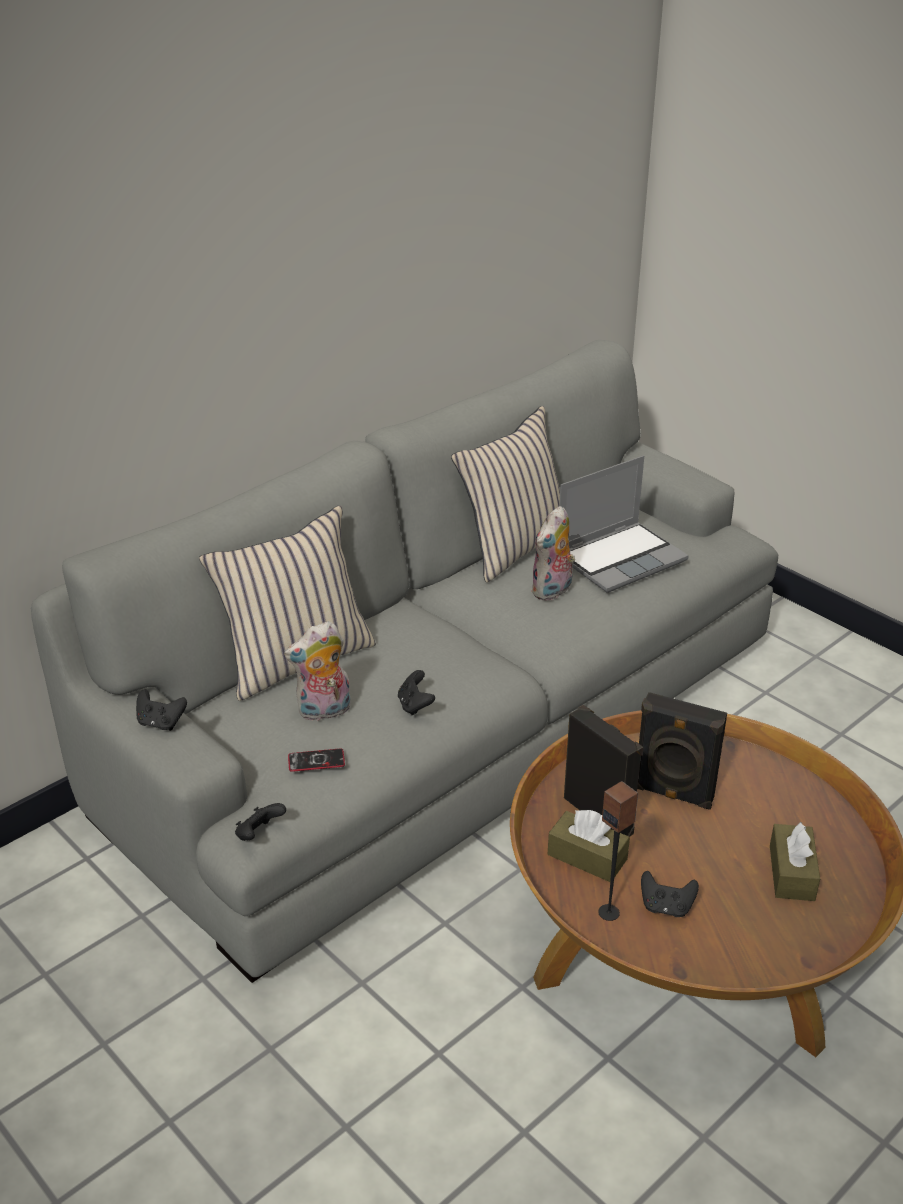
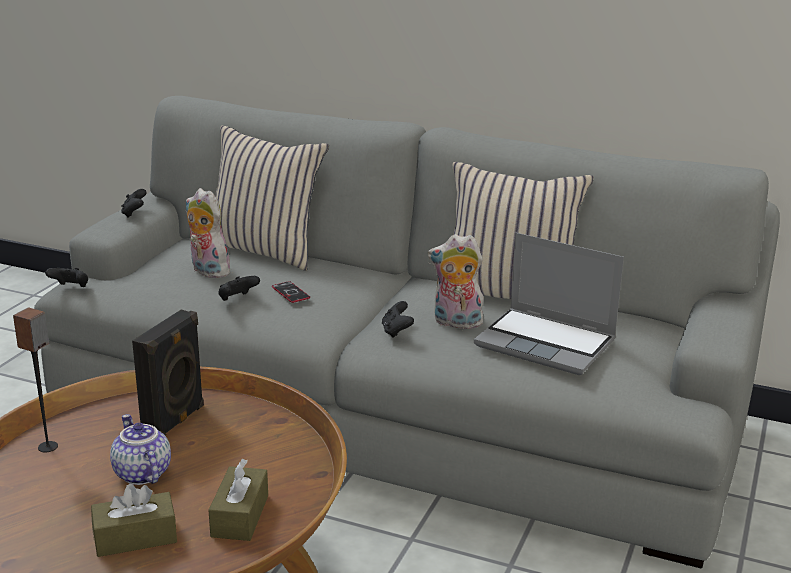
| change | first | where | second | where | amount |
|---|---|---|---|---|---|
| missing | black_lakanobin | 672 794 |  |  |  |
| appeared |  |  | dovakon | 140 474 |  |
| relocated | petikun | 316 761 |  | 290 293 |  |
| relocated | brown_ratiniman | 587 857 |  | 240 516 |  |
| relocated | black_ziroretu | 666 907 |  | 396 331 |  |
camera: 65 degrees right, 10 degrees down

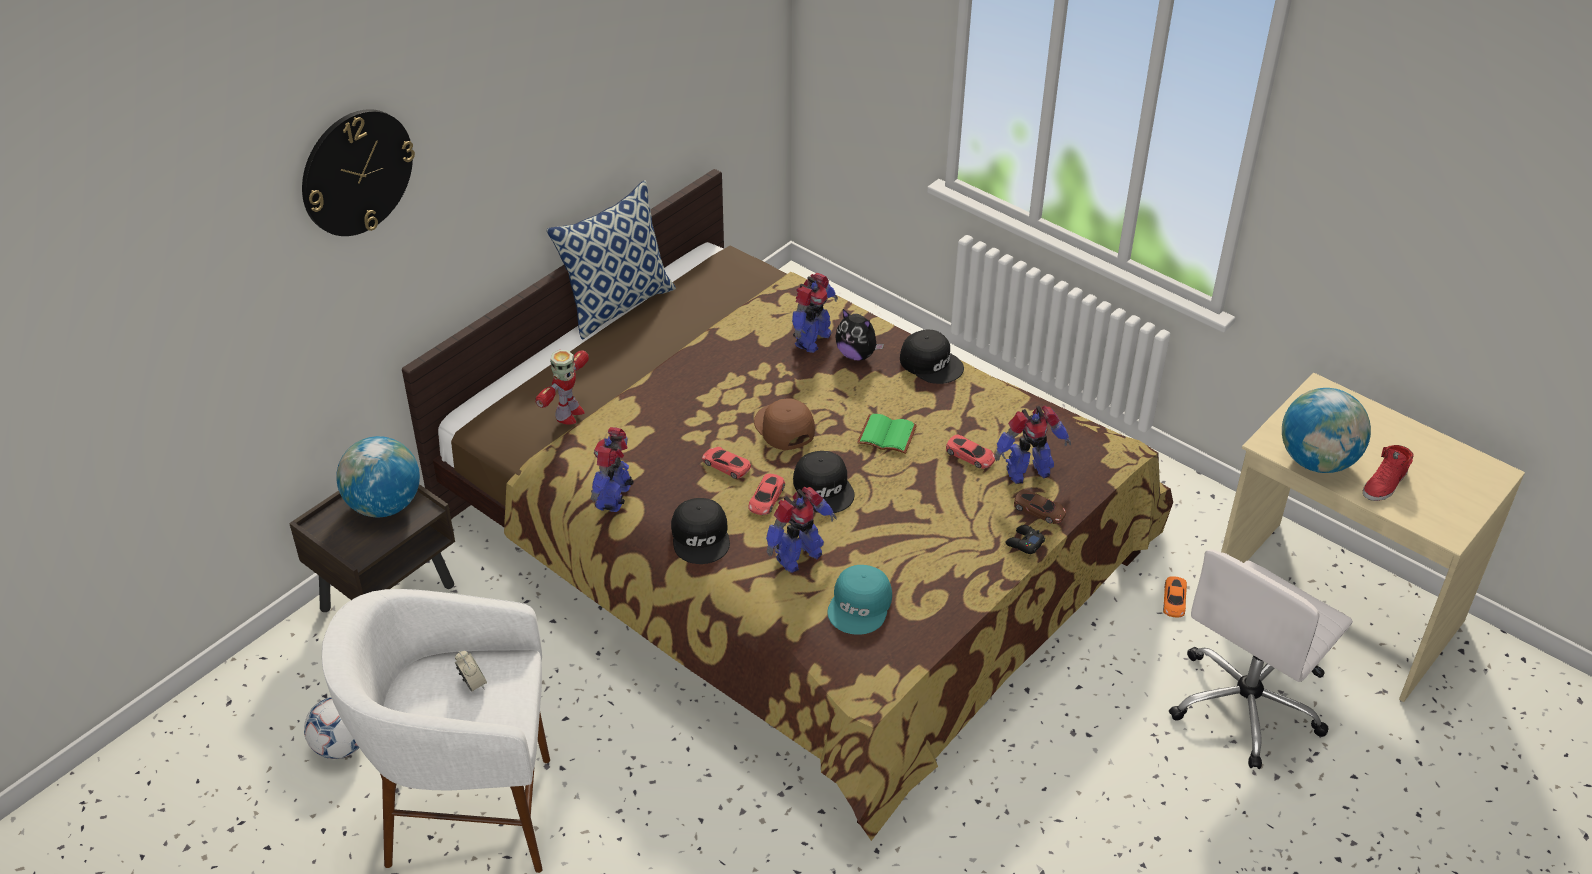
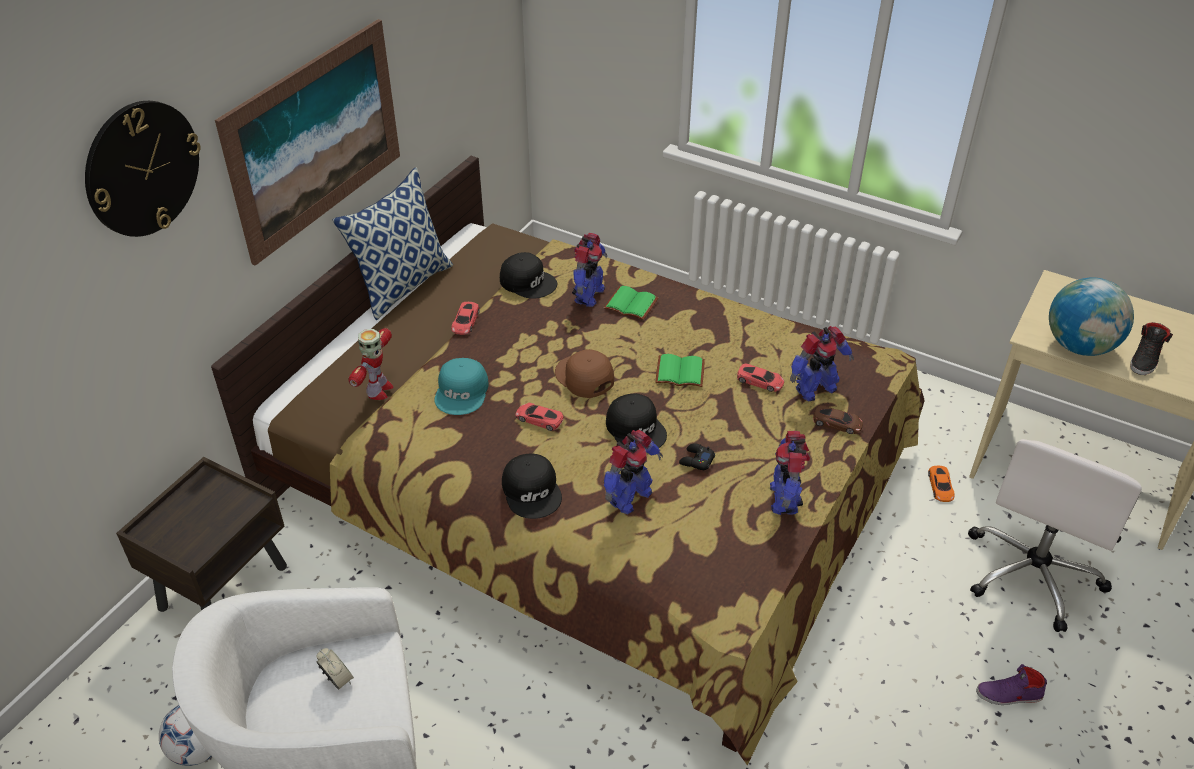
| change | first | where | second | where | amount |
|---|---|---|---|---|---|
| missing | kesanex | 384 505 |  |  |  |
| appeared |  |  | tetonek | 315 139 |  |
| appeared |  |  | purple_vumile | 1009 695 |  |
| relocated | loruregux | 615 496 |  | 785 498 |  |
| relocated | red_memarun | 766 498 |  | 465 321 |  |
| relocated | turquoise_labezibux | 861 605 |  | 462 392 |  |
| relocated | black_labezibux | 931 363 |  | 528 281 |  |
| relocated | black_ziroretu | 1024 543 |  | 696 460 |  |
| exchanged | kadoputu | 857 354 | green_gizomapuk | 632 303 |  |
| colour | red_vumile | 1385 484 | black_vumile | 1145 358 |  |
camera: 10 degrees left, 0 degrees up

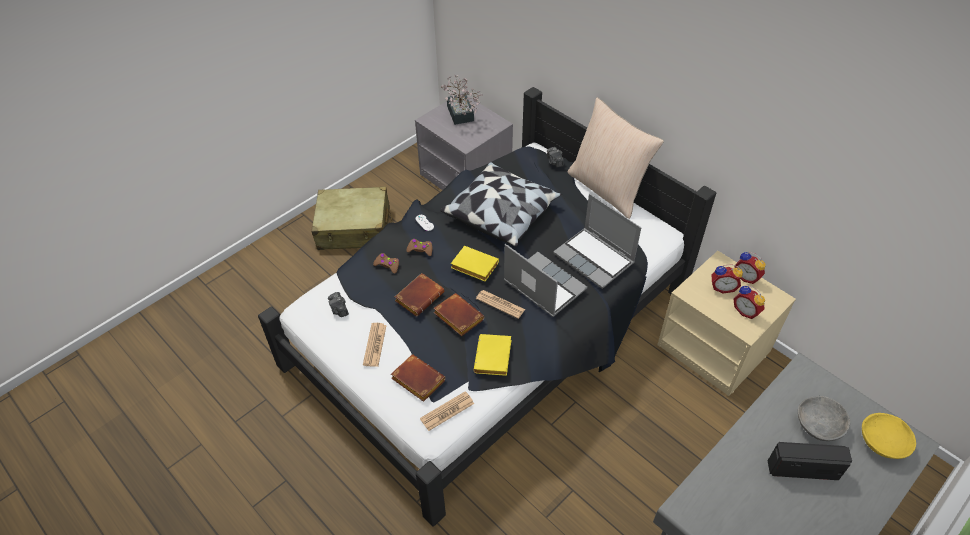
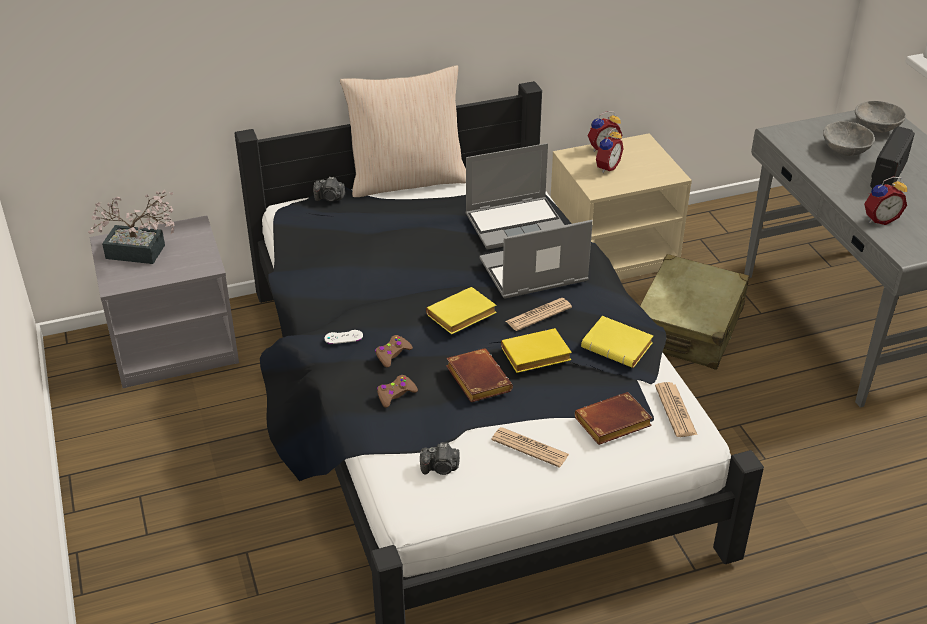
| change | first | where | second | where | amount |
|---|---|---|---|---|---|
| missing | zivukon | 501 214 |  |  |  |
| relocated | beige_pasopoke | 354 228 |  | 688 327 |  |
| relocated | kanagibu | 746 311 |  | 879 219 |  |
| colour | brown_gizomapuk | 457 317 | yellow_gizomapuk | 534 357 |  |
| colour | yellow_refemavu | 882 444 | grey_refemavu | 877 128 |  |
camera: 65 degrees left, 10 degrees down

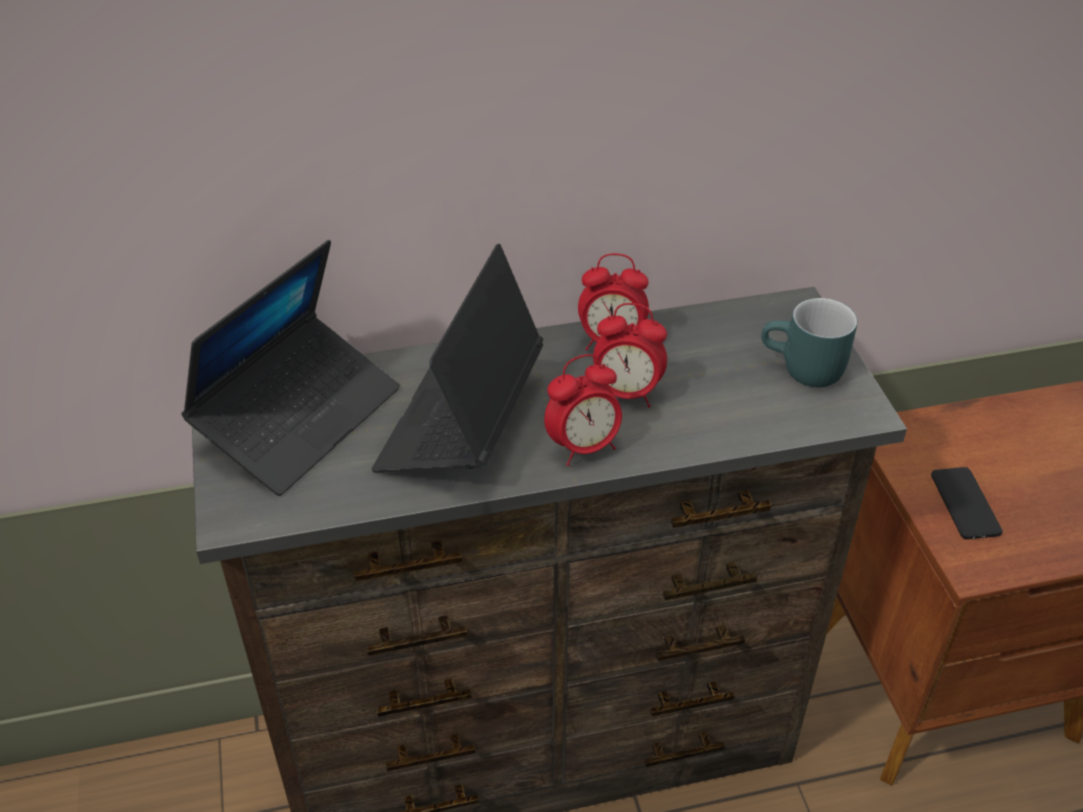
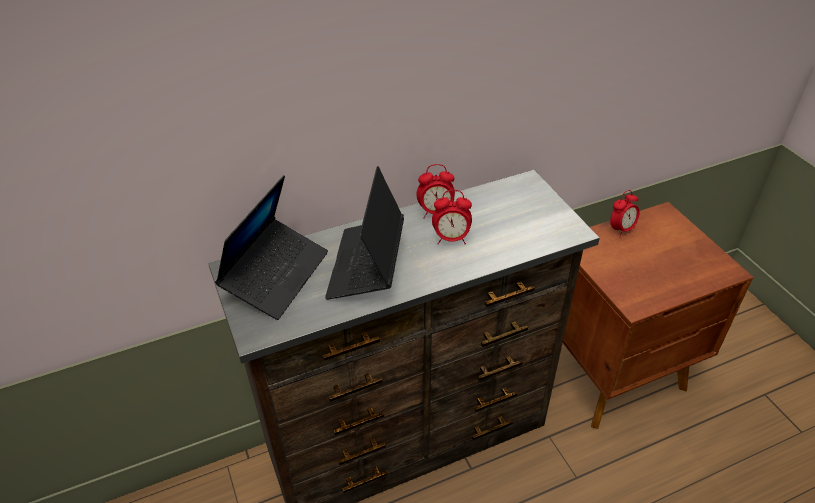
| change | first | where | second | where | amount |
|---|---|---|---|---|---|
| missing | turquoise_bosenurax | 802 371 |  |  |  |
| missing | petikun | 965 503 |  |  |  |
| relocated | kanagibu | 583 447 |  | 621 229 |  |
camera: 10 degrees left, 0 degrees up

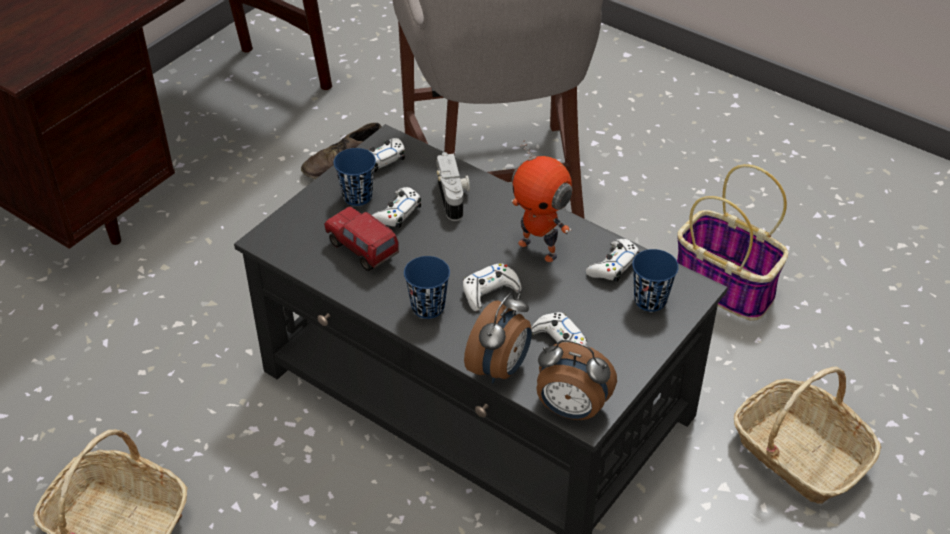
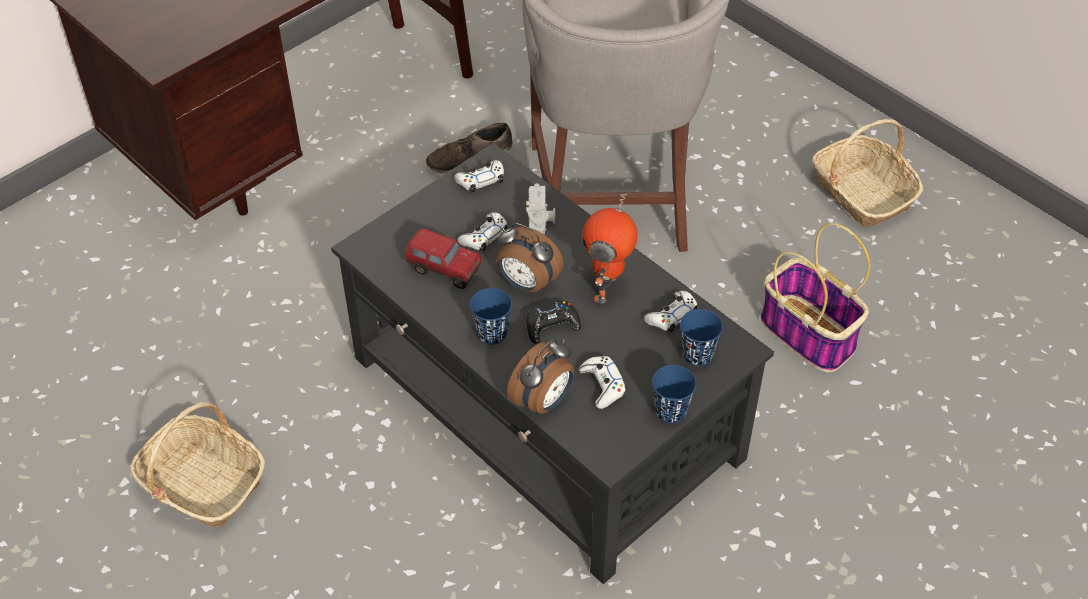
| change | first | where | second | where | amount |
|---|---|---|---|---|---|
| relocated | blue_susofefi | 357 196 |  | 670 411 |  |
| relocated | kanagibu | 571 410 |  | 527 284 |  |
| relocated | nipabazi | 799 454 |  | 861 192 |  |
| colour | white_ziroretu | 490 292 | black_ziroretu | 551 326 |  |
| spun | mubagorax | 362 251 |  | 444 270 | 150 degrees clockwise |
| spun | loruregux | 539 248 |  | 607 289 | 60 degrees clockwise |
camera: 10 degrees right, 5 degrees up

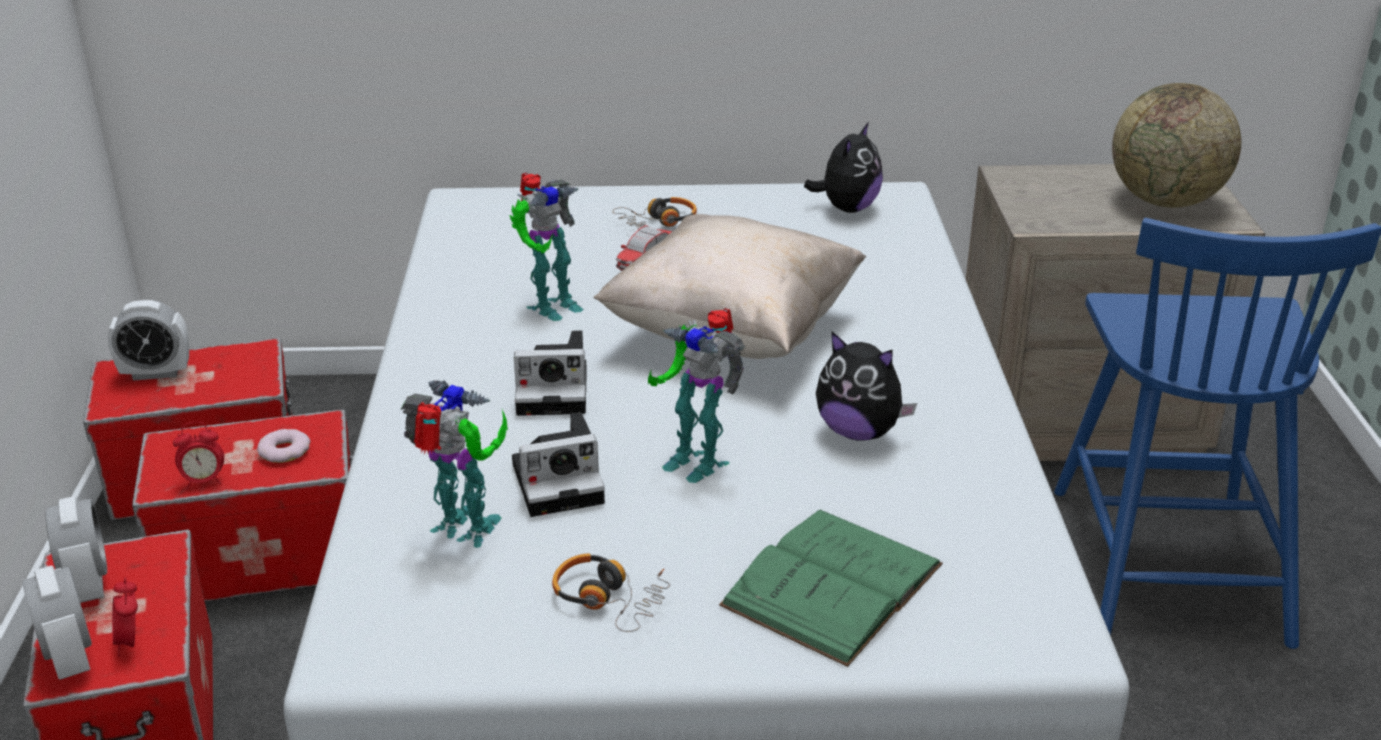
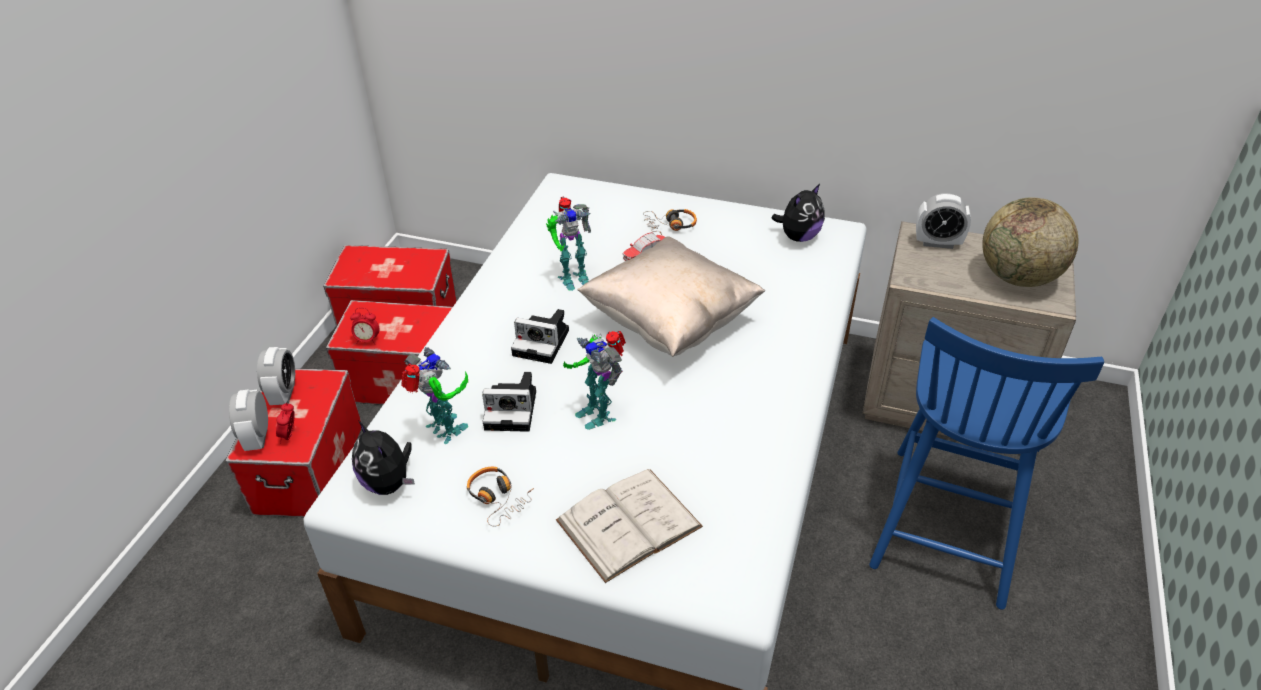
| change | first | where | second | where | amount |
|---|---|---|---|---|---|
| missing | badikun | 284 451 |  |  |  |
| relocated | kanagibu | 156 373 |  | 937 243 |  |
| relocated | kadoputu | 859 432 |  | 389 483 |  |
| colour | green_gizomapuk | 832 584 | white_gizomapuk | 629 523 |  |
camera: 20 degrees right, 10 degrees up

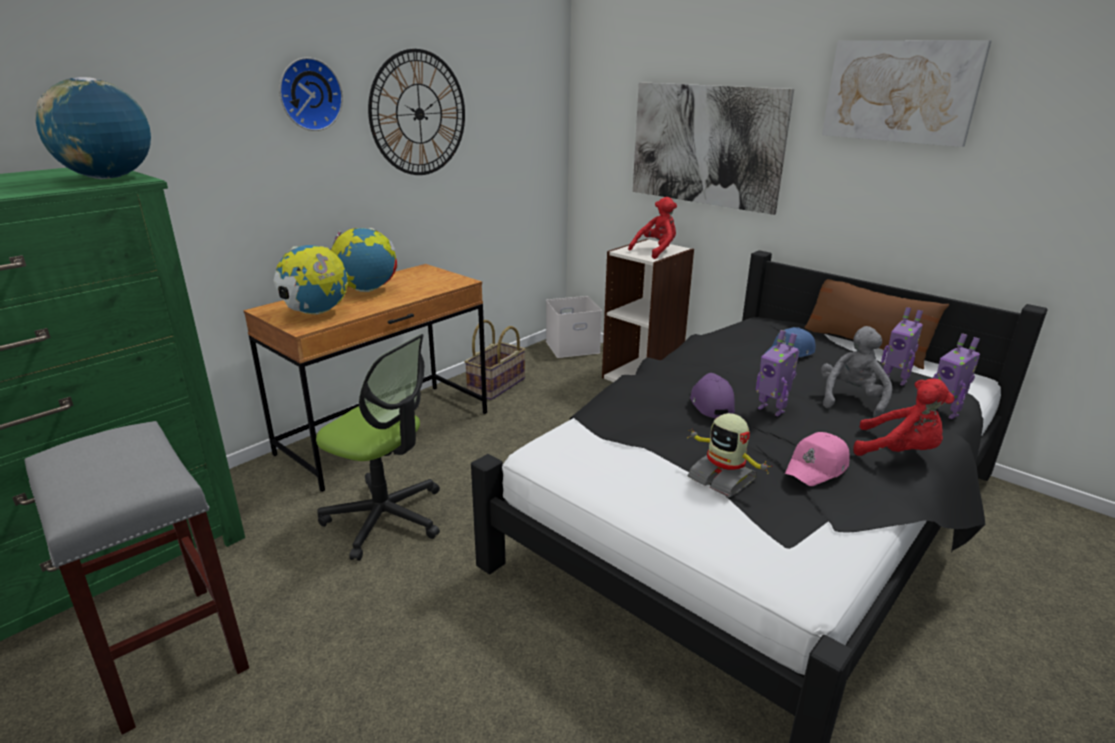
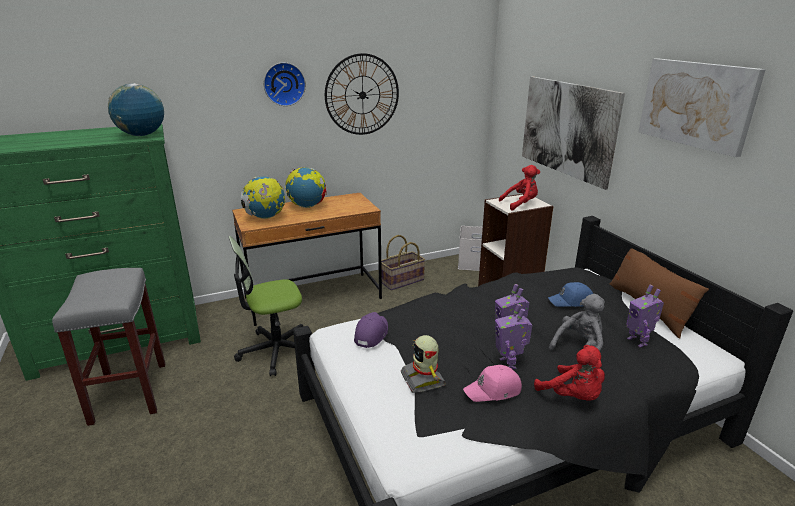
| change | first | where | second | where | amount |
|---|---|---|---|---|---|
| relocated | purple_labezibux | 710 403 |  | 371 334 |  |
| relocated | loruregux | 945 412 |  | 509 363 |  |
| spun | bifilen | 385 518 |  | 275 351 | 105 degrees clockwise |
camera: 25 degrees right, 0 degrees up

